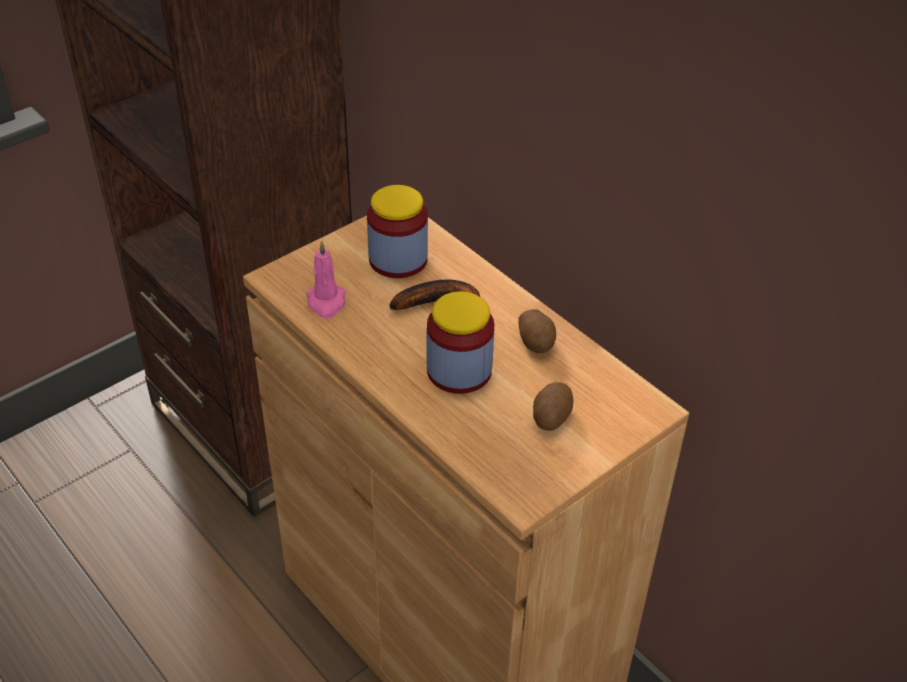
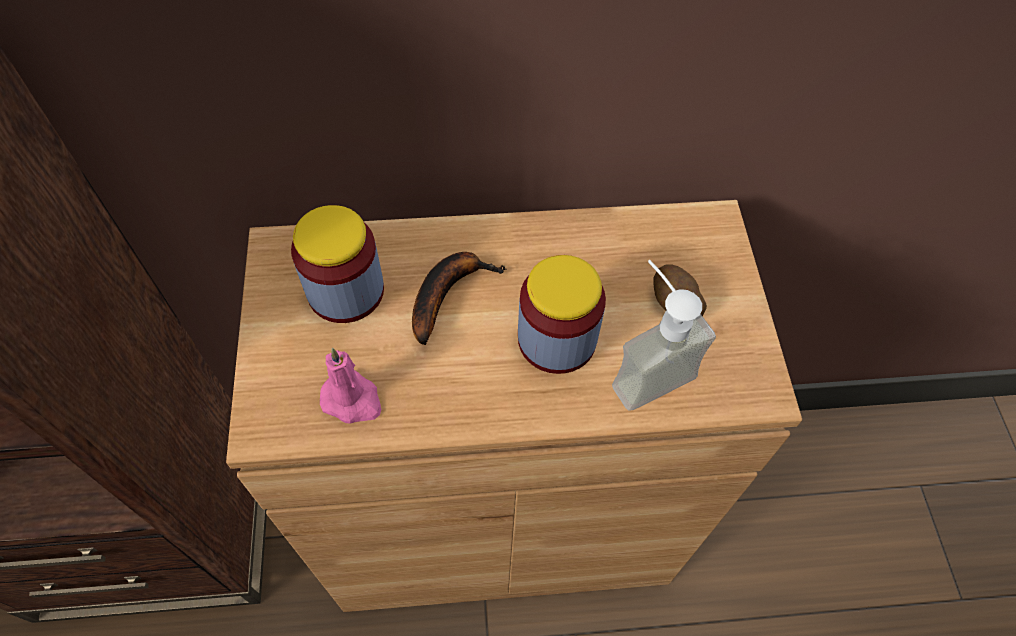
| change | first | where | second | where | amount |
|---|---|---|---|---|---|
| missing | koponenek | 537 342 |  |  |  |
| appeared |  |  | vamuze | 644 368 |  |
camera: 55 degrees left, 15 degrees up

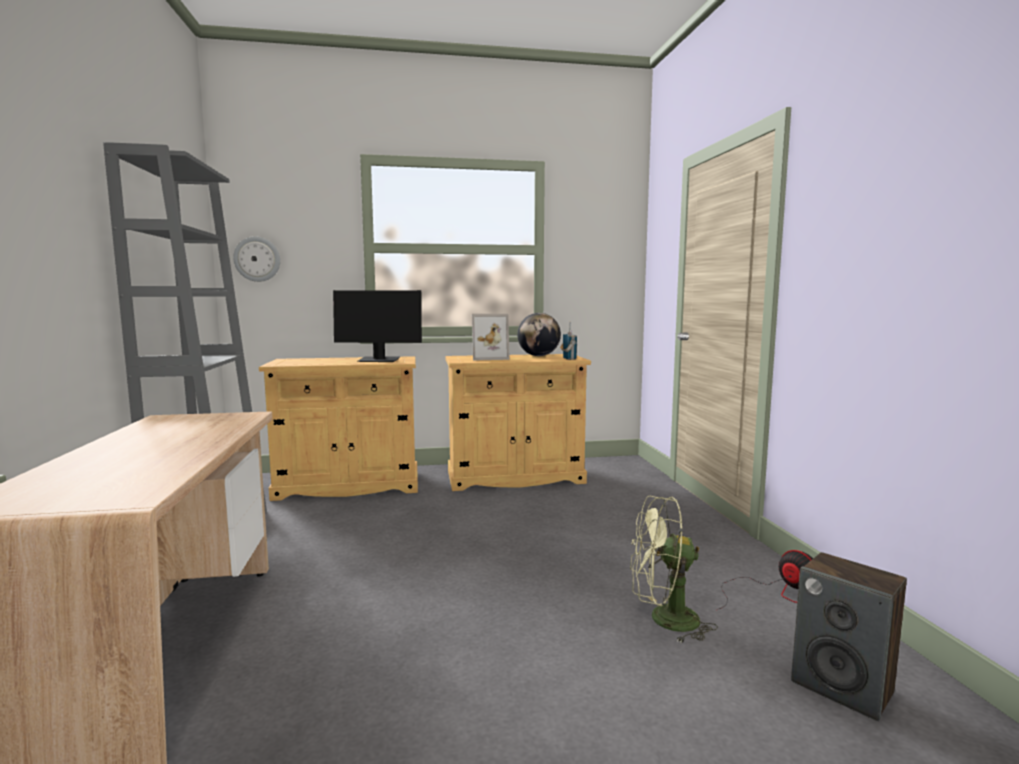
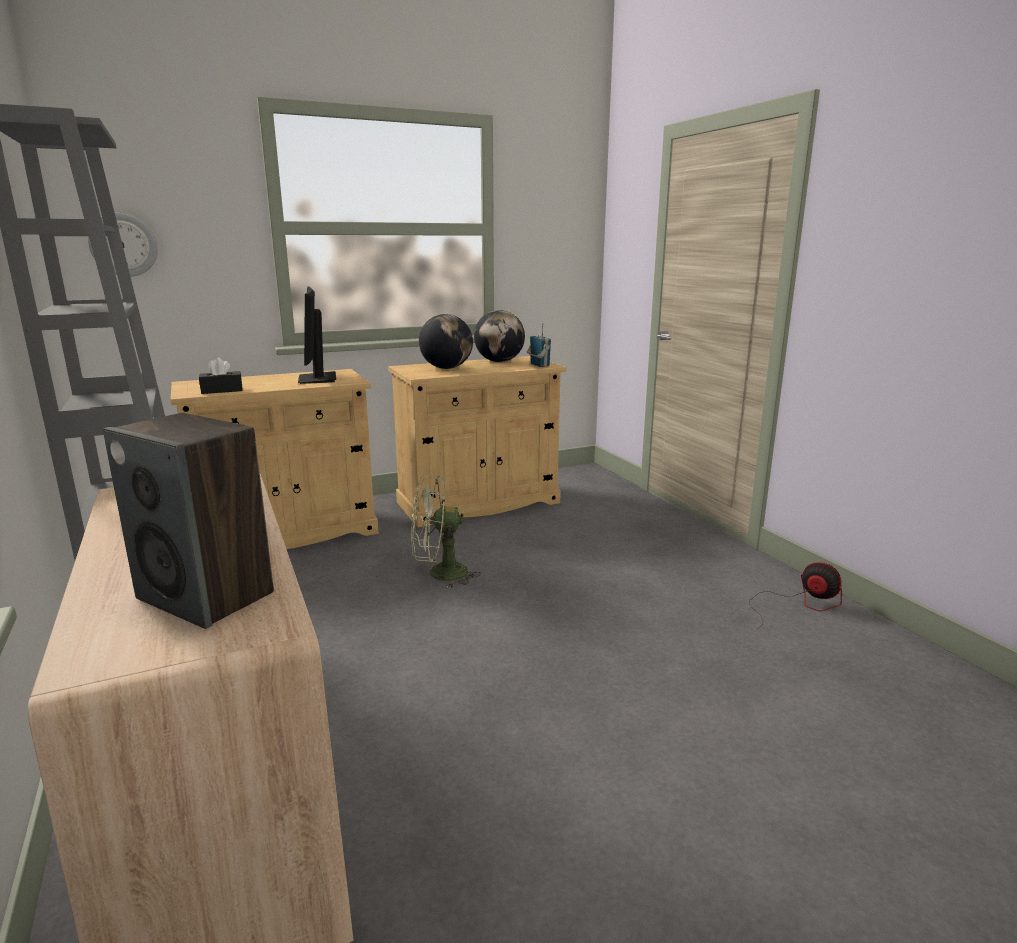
| change | first | where | second | where | amount |
|---|---|---|---|---|---|
| appeared |  |  | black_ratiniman | 222 390 |  |
| relocated | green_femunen | 664 620 |  | 439 574 |  |
| relocated | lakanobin | 843 687 |  | 207 596 |  |
| exchanged | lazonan | 489 358 | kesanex | 446 368 |  |
| spun | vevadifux | 379 360 |  | 317 379 | 90 degrees clockwise |
camera: 15 degrees left, 10 degrees up

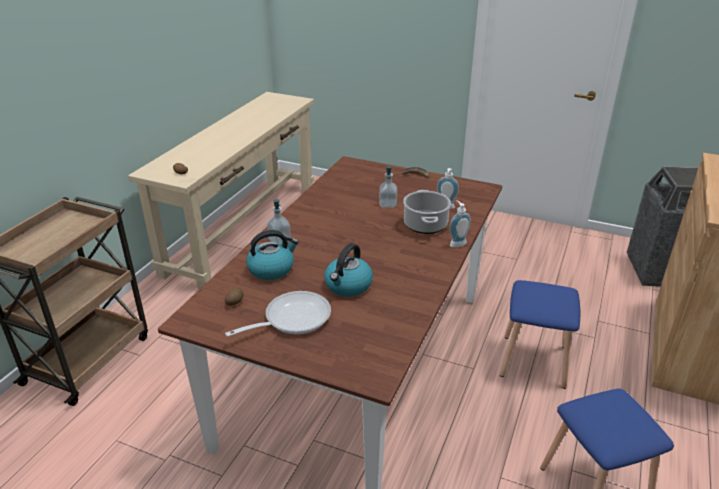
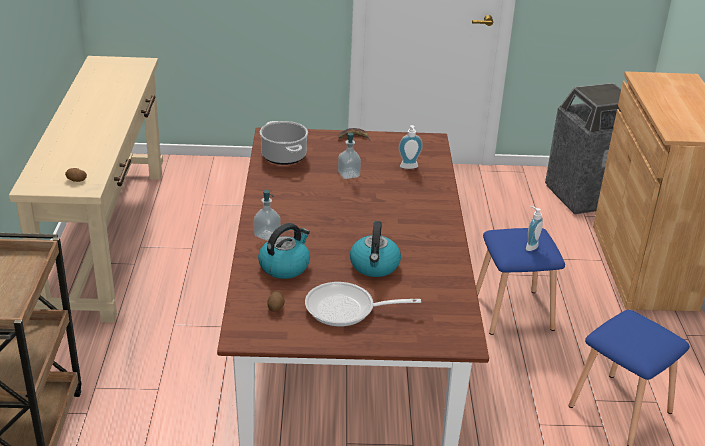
| change | first | where | second | where | amount |
|---|---|---|---|---|---|
| relocated | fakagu | 425 225 |  | 284 156 |  |
| relocated | vamuze | 456 243 |  | 530 246 |  |
| spun | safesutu | 292 319 |  | 346 309 | 120 degrees counterclockwise |
camera: 25 degrees left, 0 degrees up

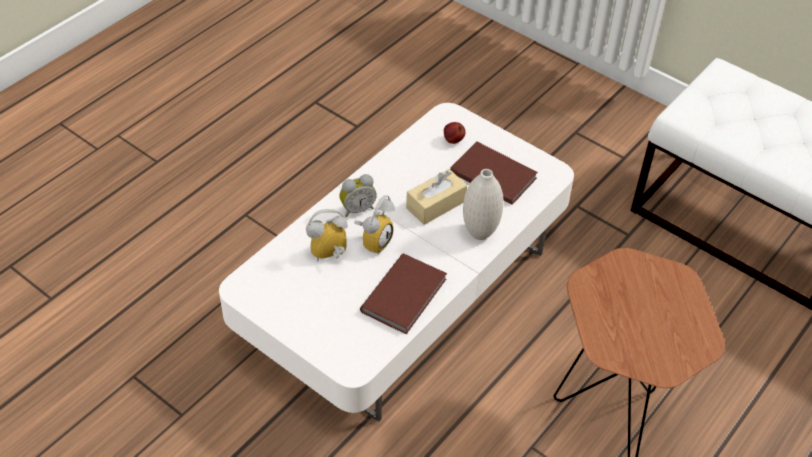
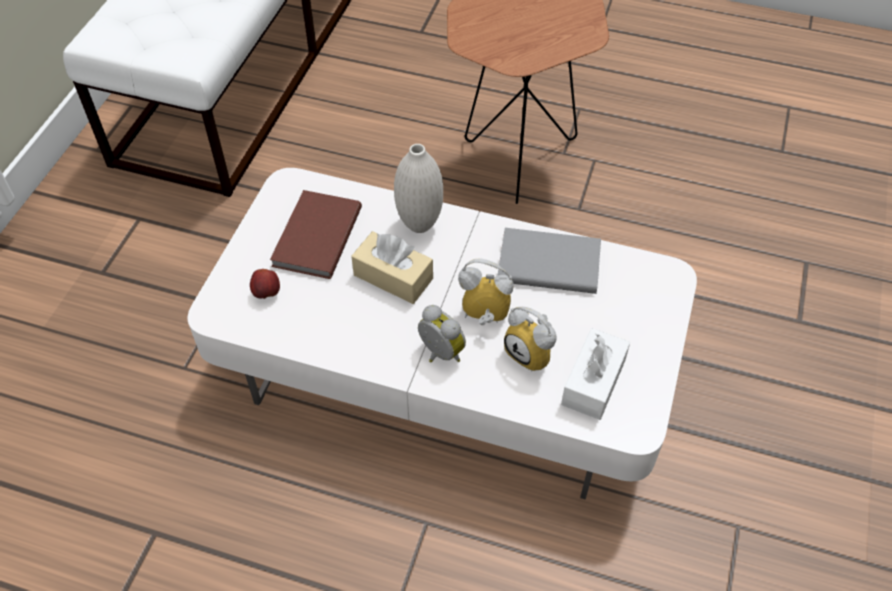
| change | first | where | second | where | amount |
|---|---|---|---|---|---|
| appeared |  |  | white_ratiniman | 593 382 |  |
| colour | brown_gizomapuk | 406 295 | grey_gizomapuk | 547 262 |  |
camera: 110 degrees left, 5 degrees up

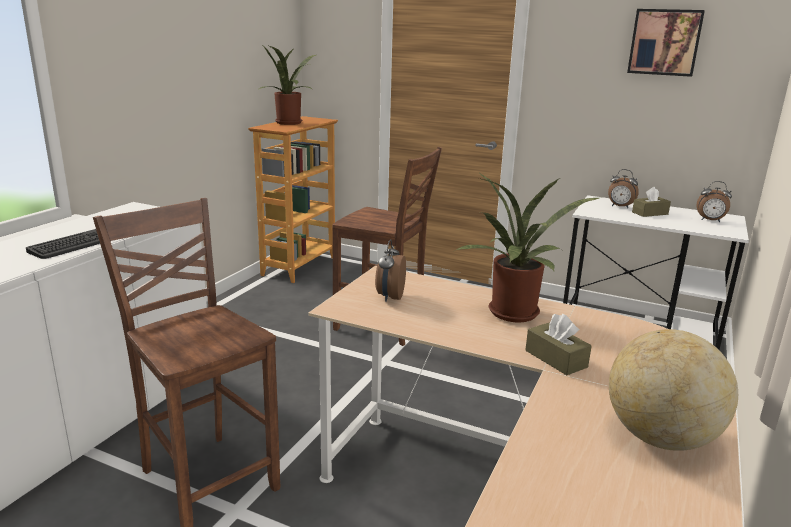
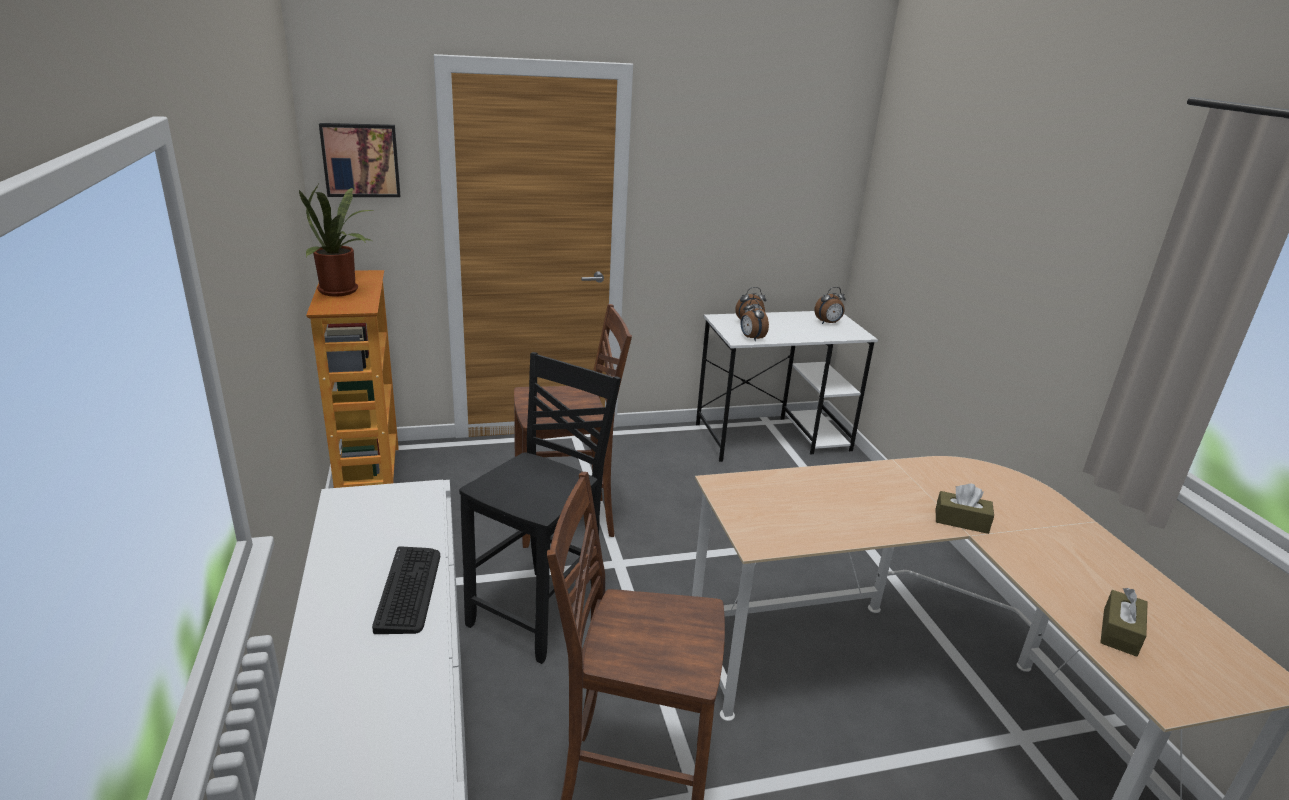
| change | first | where | second | where | amount |
|---|---|---|---|---|---|
| missing | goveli | 514 315 |  |  |  |
| missing | kesanex | 660 438 |  |  |  |
| appeared |  |  | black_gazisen | 540 612 |  |
| relocated | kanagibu | 389 297 |  | 751 338 |  |
| relocated | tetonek | 665 42 |  | 361 160 |  |
| relocated | brown_ratiniman | 650 213 |  | 1119 632 |  |
camera: 40 degrees left, 5 degrees up

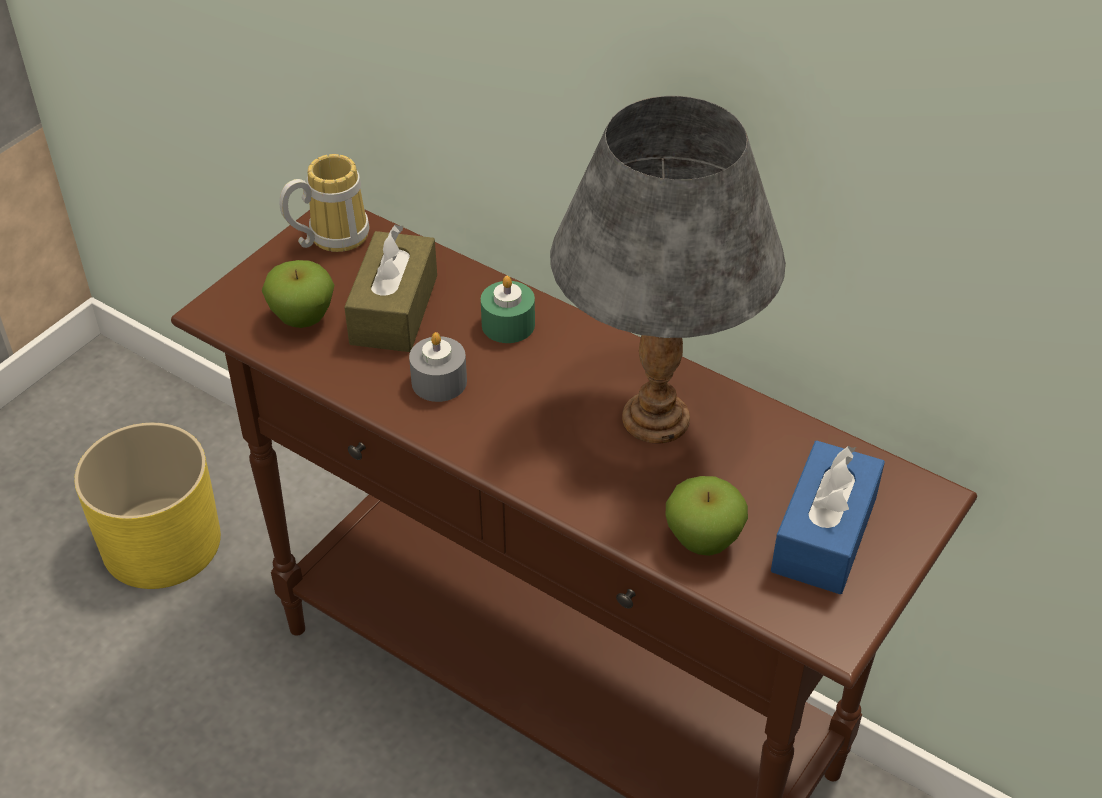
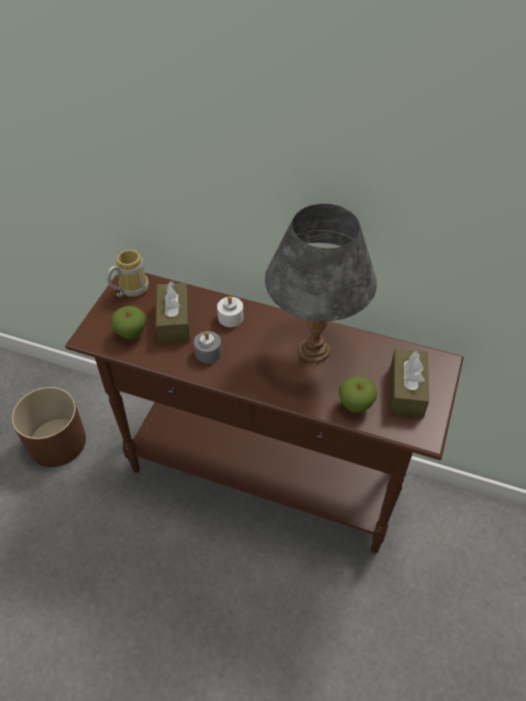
| change | first | where | second | where | amount |
|---|---|---|---|---|---|
| colour | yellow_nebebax | 162 542 | brown_nebebax | 57 442 |  |
| colour | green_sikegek | 508 324 | white_sikegek | 230 317 |  |
| colour | blue_ratiniman | 824 534 | brown_ratiniman | 406 390 |  |
camera: 15 degrees left, 5 degrees up

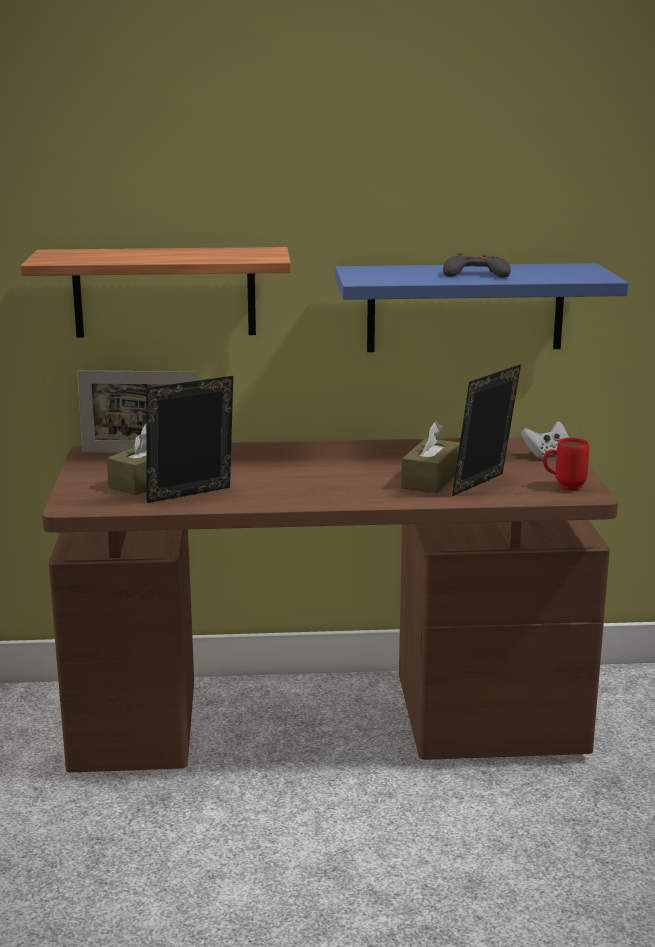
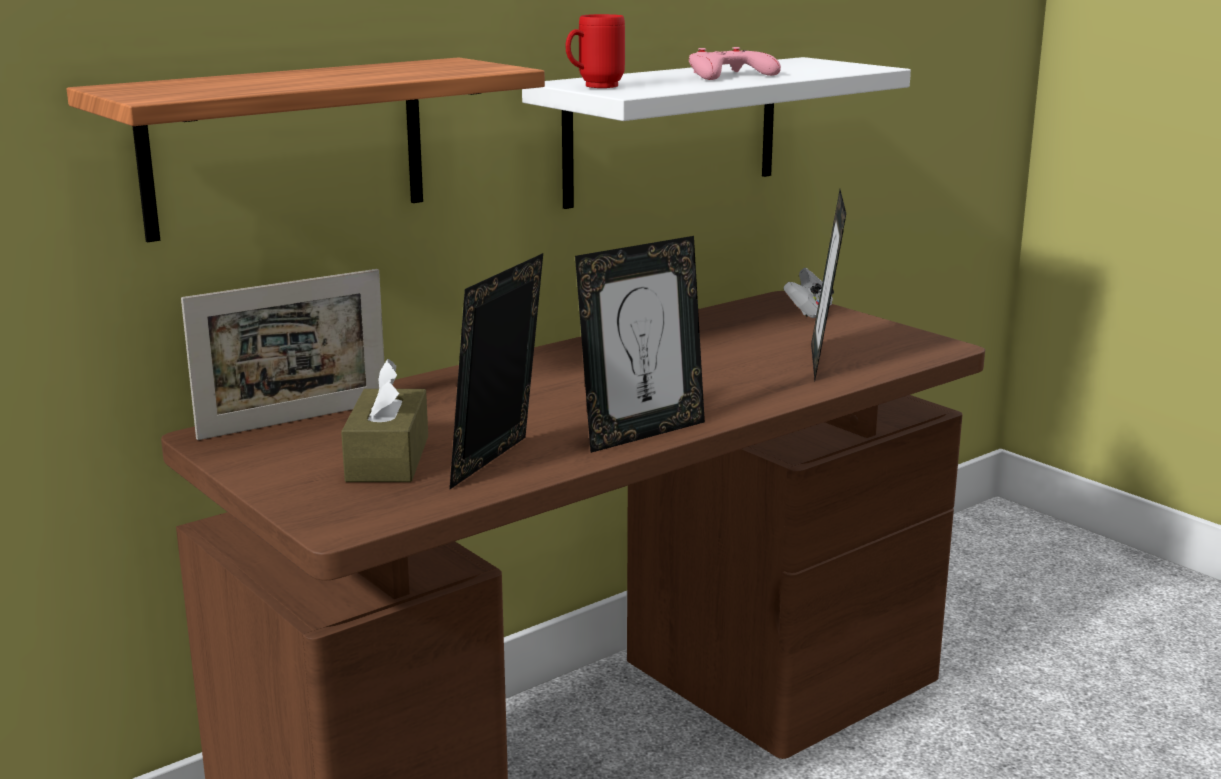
| change | first | where | second | where | amount |
|---|---|---|---|---|---|
| missing | brown_ratiniman | 430 479 |  |  |  |
| appeared |  |  | lazonan | 642 433 |  |
| relocated | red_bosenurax | 563 487 |  | 593 87 |  |
| colour | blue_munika | 465 307 | white_munika | 672 130 |  |
| colour | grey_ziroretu | 475 274 | pink_ziroretu | 729 75 |  |
camera: 35 degrees left, 0 degrees up

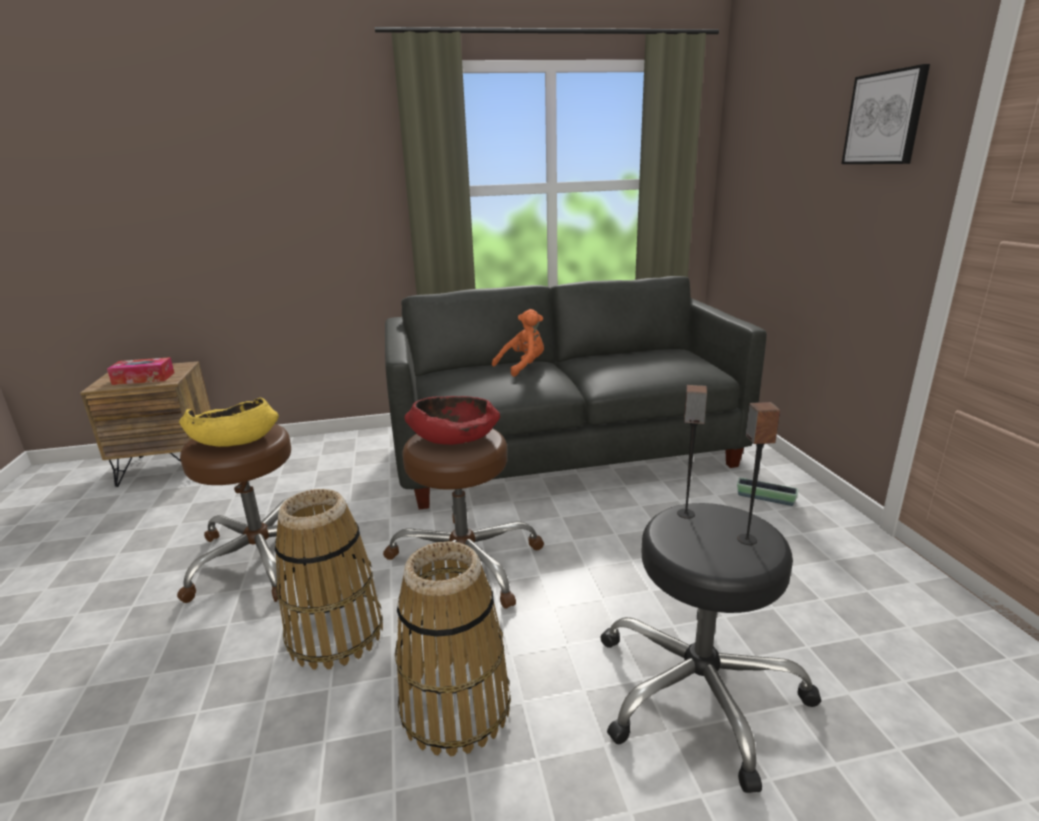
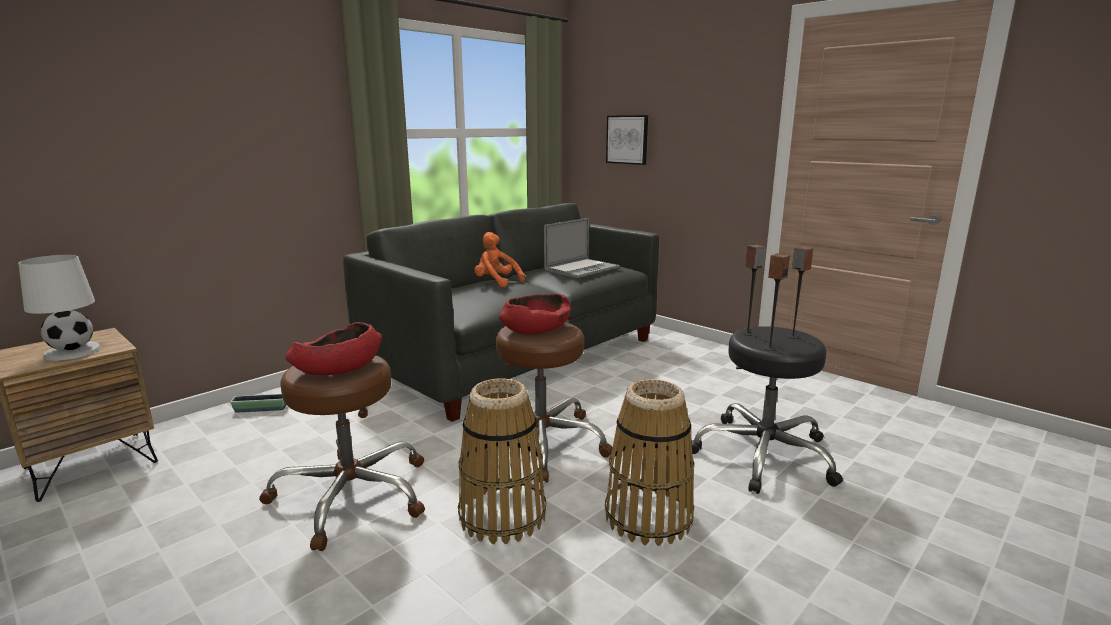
| change | first | where | second | where | amount |
|---|---|---|---|---|---|
| appeared |  |  | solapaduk | 582 269 |  |
| appeared |  |  | lakanobin | 769 348 |  |
| relocated | nebebax | 765 498 |  | 260 409 |  |
| relocated | tetonek | 885 118 |  | 627 139 |  |
| exchanged | ratiniman | 144 378 | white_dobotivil | 72 352 |  |
| colour | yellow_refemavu | 233 440 | red_refemavu | 338 369 |  |
| spun | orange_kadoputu | 523 367 |  | 496 282 | 75 degrees counterclockwise |
camera: 35 degrees left, 5 degrees down

